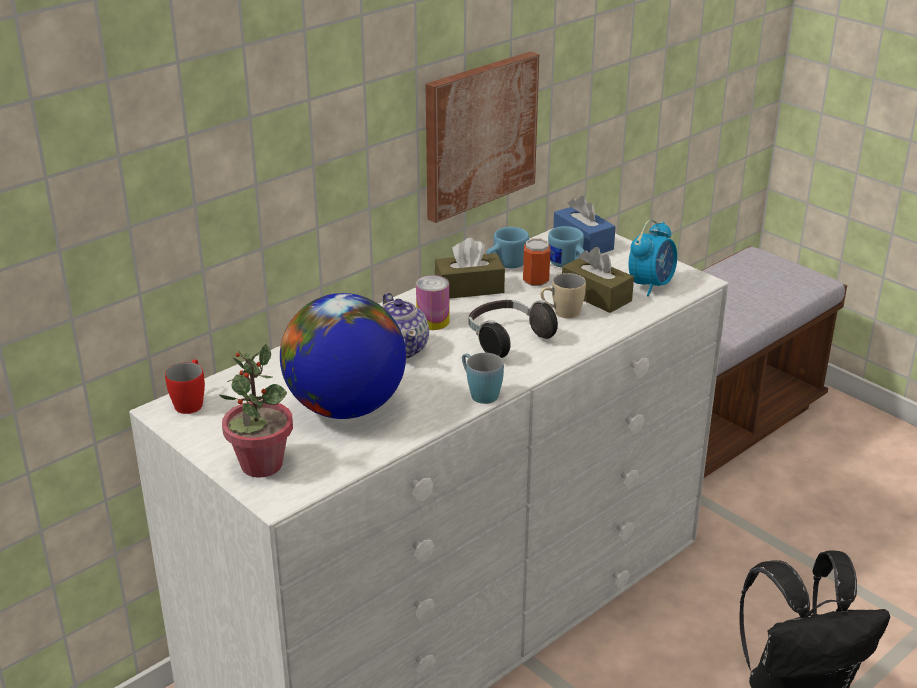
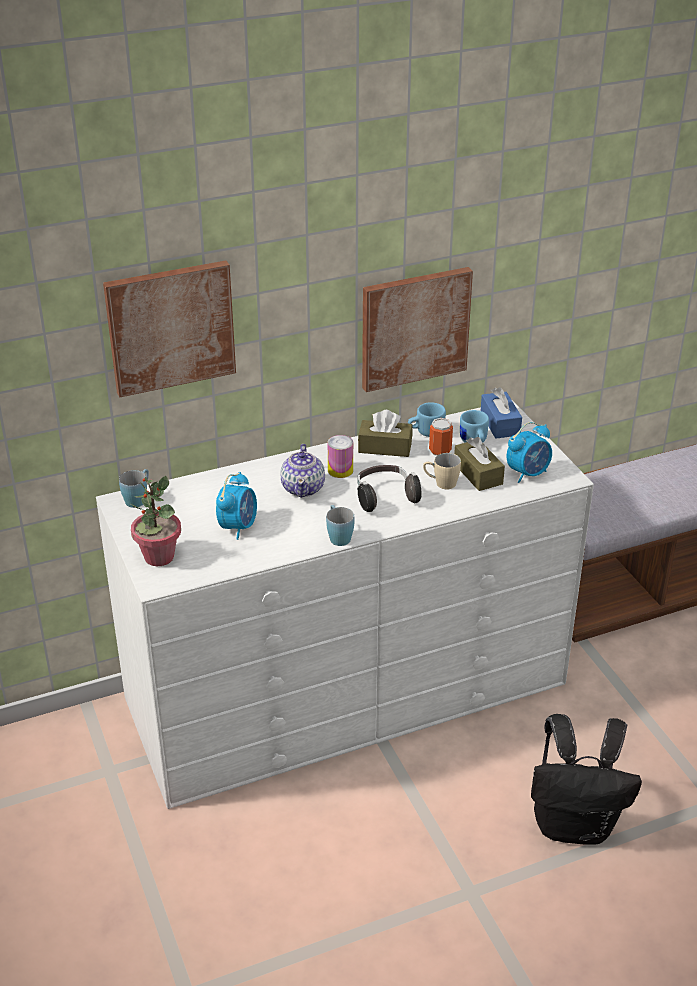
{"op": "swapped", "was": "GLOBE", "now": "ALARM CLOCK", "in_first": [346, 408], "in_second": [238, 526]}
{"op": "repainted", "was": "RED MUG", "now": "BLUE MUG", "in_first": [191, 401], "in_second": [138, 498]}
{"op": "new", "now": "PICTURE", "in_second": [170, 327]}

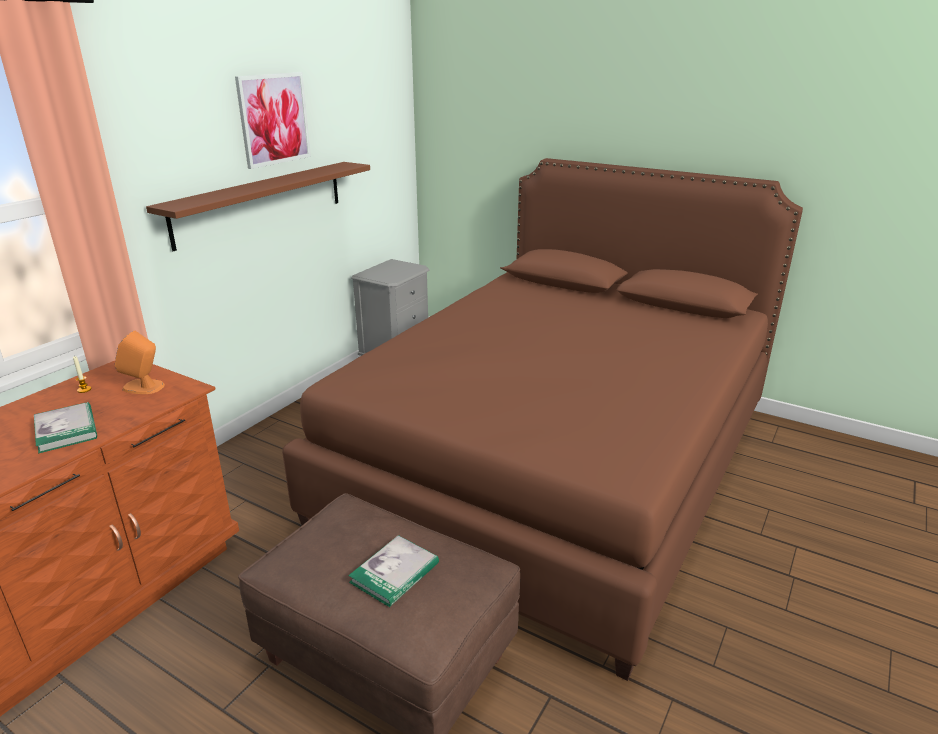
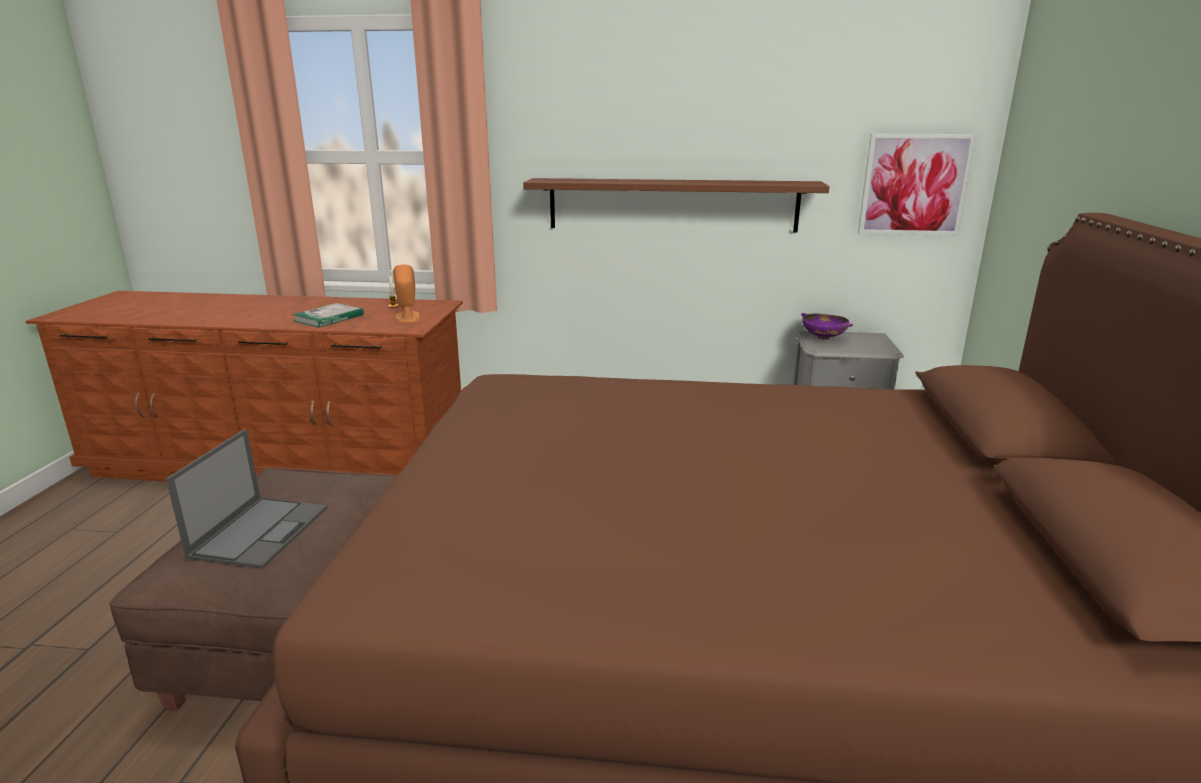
{"op": "shifted", "was": "PICTURE", "in_first": [274, 119], "in_second": [914, 185]}
{"op": "swapped", "was": "BOOK", "now": "LAPTOP", "in_first": [394, 573], "in_second": [260, 531]}
{"op": "new", "now": "PURPLE BOWL", "in_second": [823, 337]}

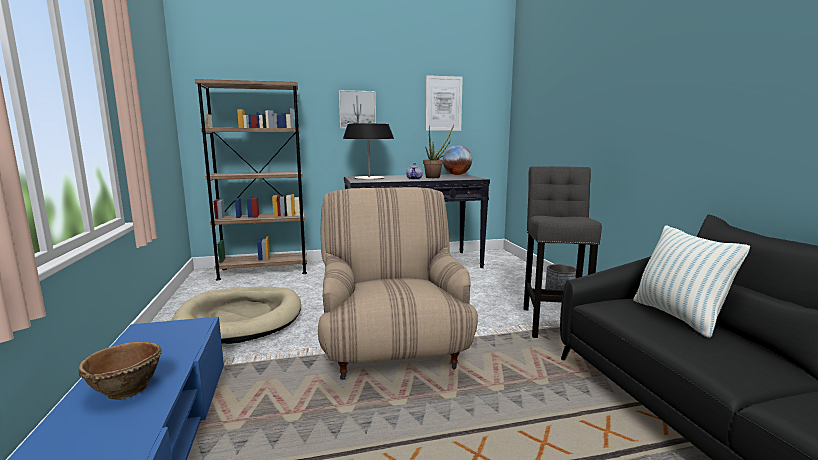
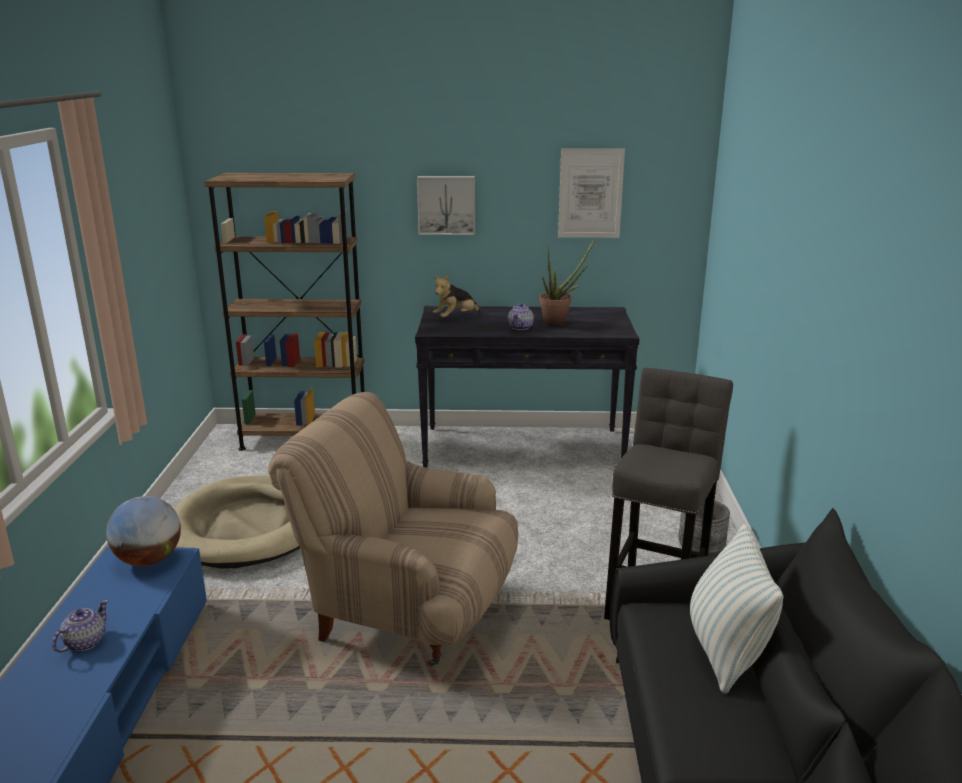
{"op": "swapped", "was": "TABLE LAMP", "now": "PLUSH TOY", "in_first": [369, 178], "in_second": [456, 318]}
{"op": "shifted", "was": "GLOBE", "in_first": [457, 174], "in_second": [149, 560]}
{"op": "rotated", "was": "BEIGE ARMCHAIR", "in_first": [392, 352], "in_second": [407, 611], "clockwise": -75}
{"op": "swapped", "was": "BROWN BOWL", "now": "TEAPOT", "in_first": [125, 391], "in_second": [84, 642]}

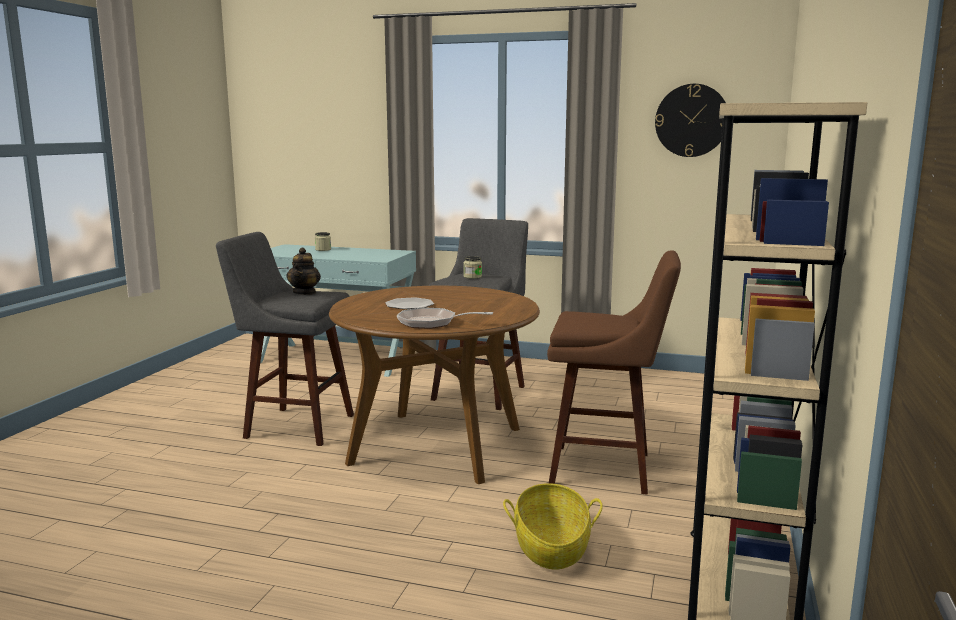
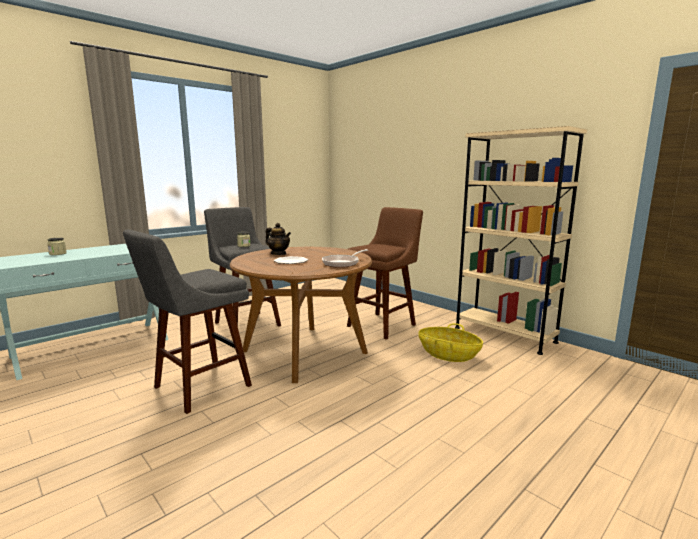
{"op": "gone", "was": "WALL CLOCK", "in_first": [691, 120]}
{"op": "shifted", "was": "TEAPOT", "in_first": [305, 292], "in_second": [278, 254]}

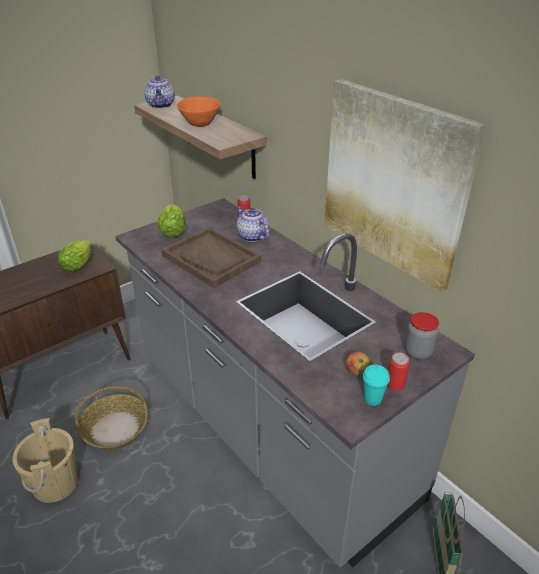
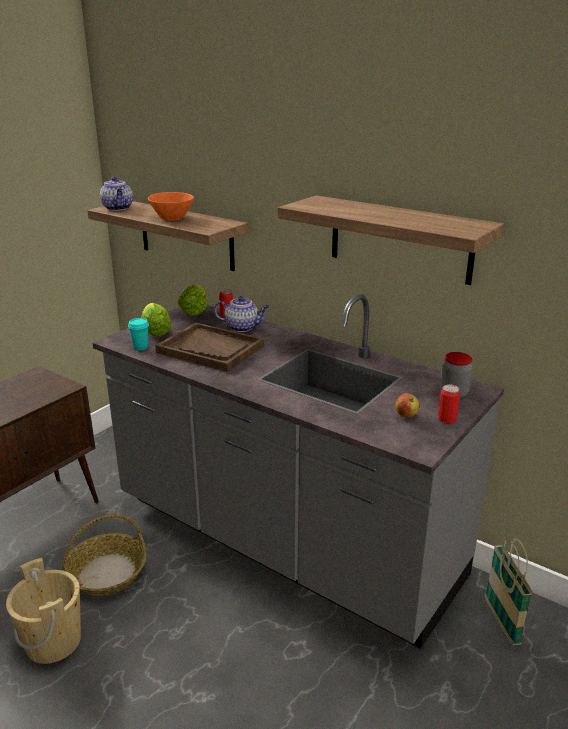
{"op": "swapped", "was": "PICTURE", "now": "SHELF", "in_first": [394, 183], "in_second": [400, 239]}
{"op": "rotated", "was": "TEAPOT", "in_first": [252, 236], "in_second": [242, 327], "clockwise": 150}
{"op": "shifted", "was": "LETTUCE", "in_first": [79, 264], "in_second": [195, 311]}
{"op": "shifted", "was": "TURQUOISE CUP", "in_first": [372, 399], "in_second": [140, 347]}

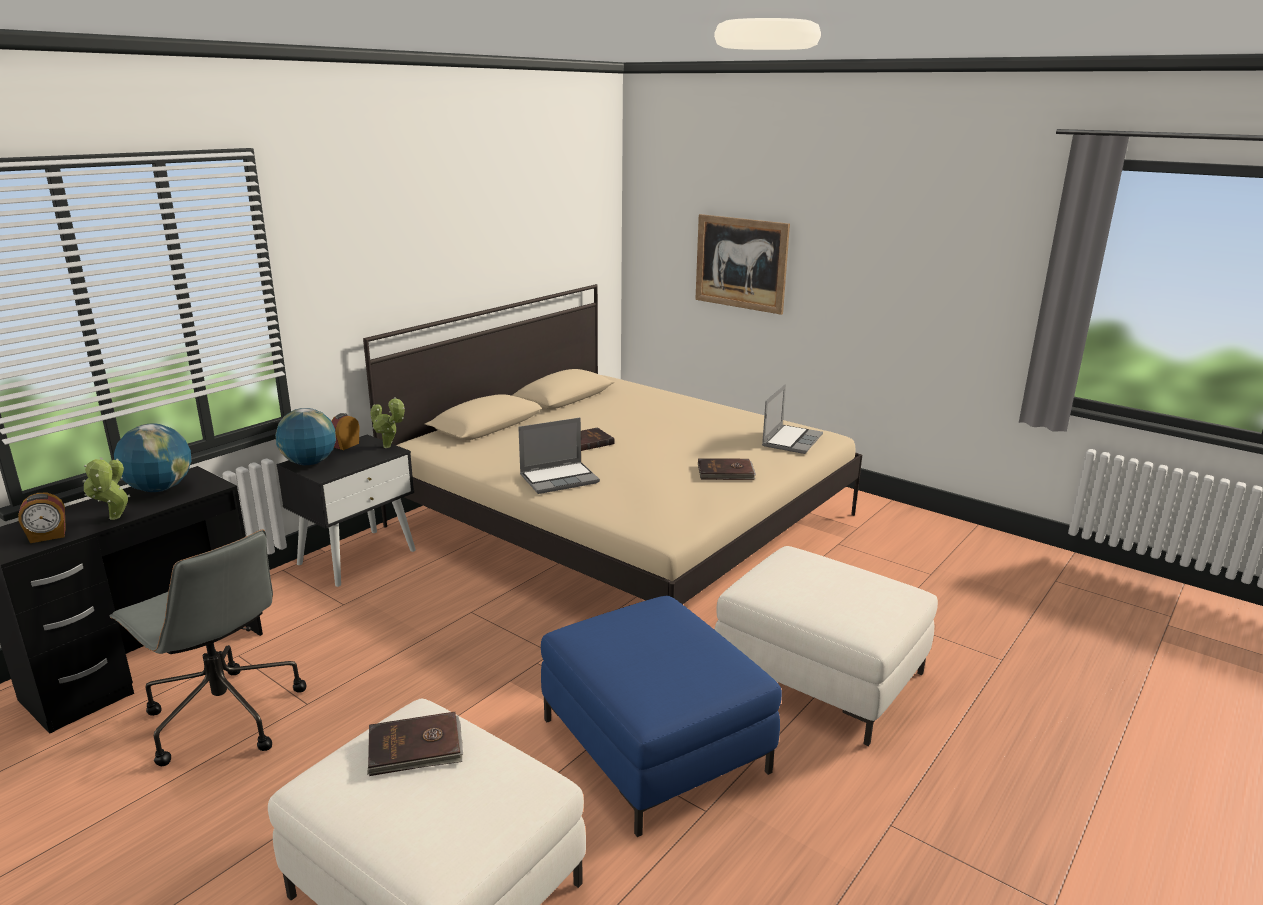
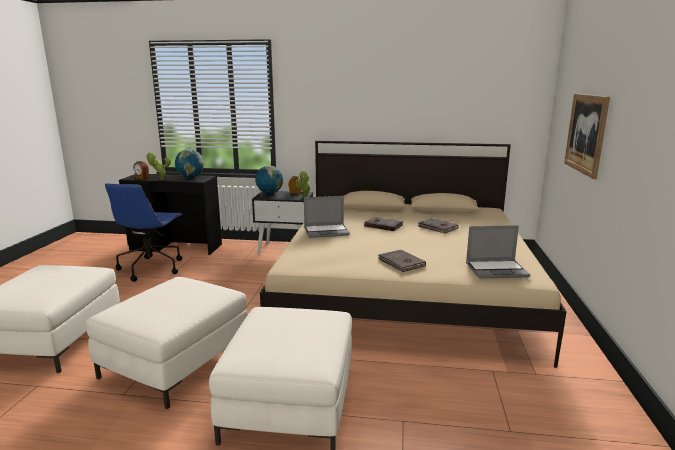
{"op": "rotated", "was": "LAPTOP", "in_first": [559, 479], "in_second": [327, 231], "clockwise": -45}
{"op": "repainted", "was": "GREY OFFICE CHAIR", "now": "BLUE OFFICE CHAIR", "in_first": [223, 716], "in_second": [151, 268]}
{"op": "repainted", "was": "BLUE OTTOMAN", "now": "WHITE OTTOMAN", "in_first": [653, 744], "in_second": [176, 362]}
{"op": "shifted", "was": "BROWN BOOK", "in_first": [415, 748], "in_second": [438, 227]}

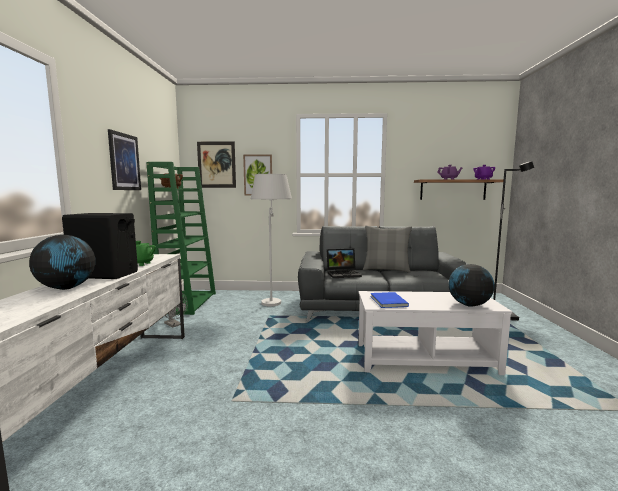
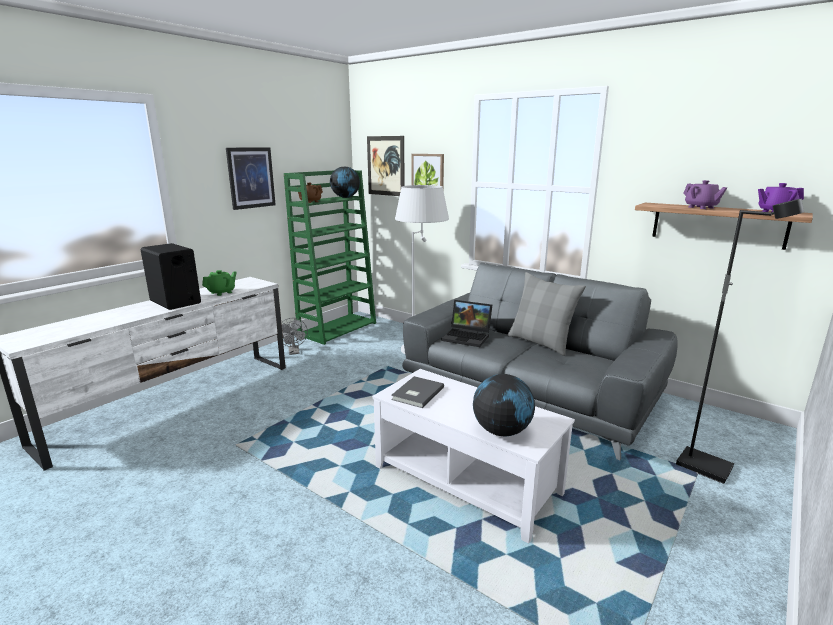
{"op": "shifted", "was": "GLOBE", "in_first": [67, 288], "in_second": [345, 197]}
{"op": "repainted", "was": "BLUE BOOK", "now": "GREY BOOK", "in_first": [387, 301], "in_second": [416, 393]}

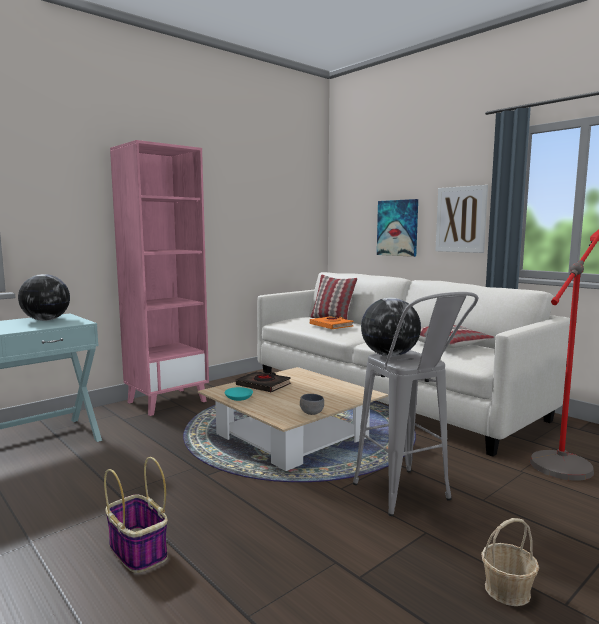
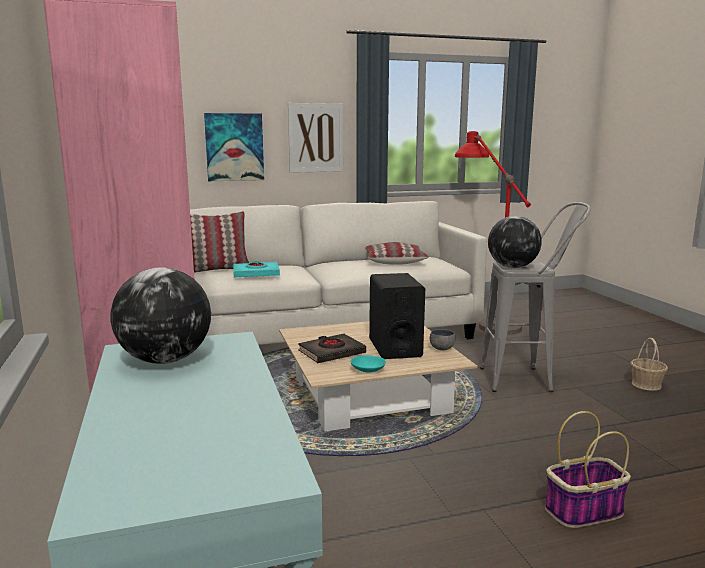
{"op": "repainted", "was": "ORANGE BOOK", "now": "TURQUOISE BOOK", "in_first": [331, 326], "in_second": [256, 273]}
{"op": "new", "now": "BLACK SPEAKER", "in_second": [395, 348]}

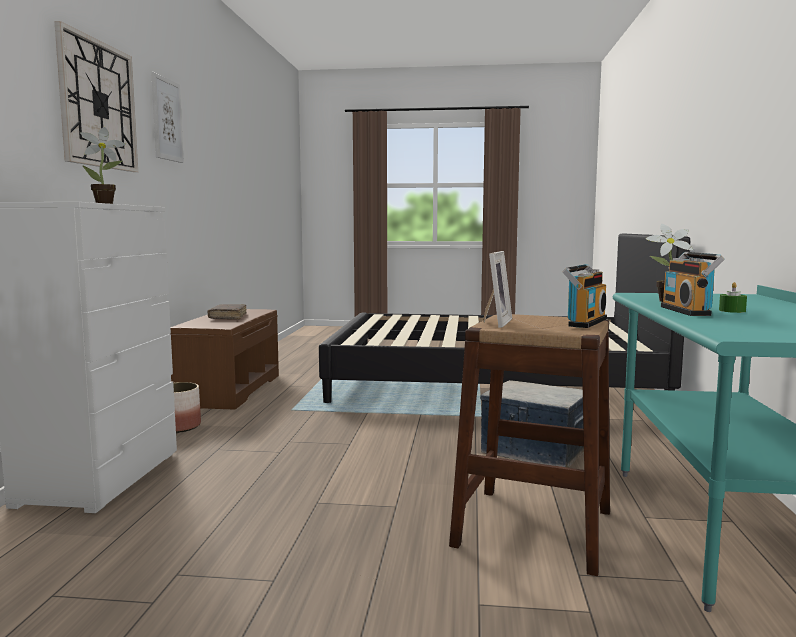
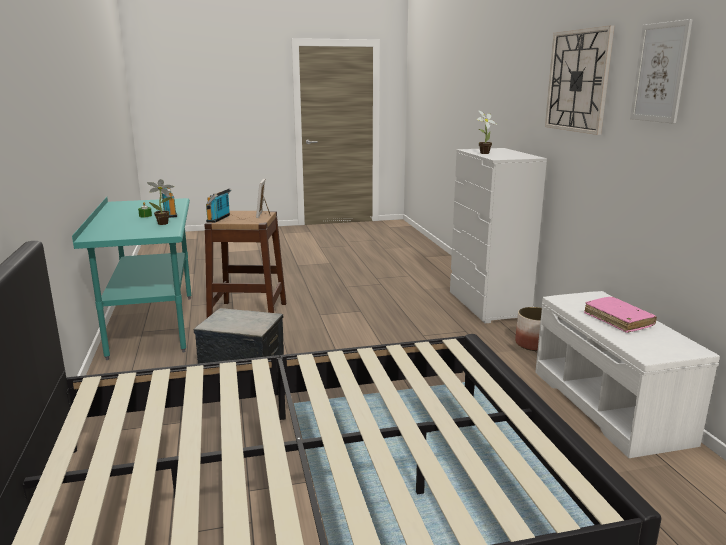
{"op": "repainted", "was": "BROWN BOOK", "now": "PINK BOOK", "in_first": [228, 317], "in_second": [618, 320]}
{"op": "repainted", "was": "BROWN BENCH", "now": "WHITE BENCH", "in_first": [229, 389], "in_second": [611, 406]}

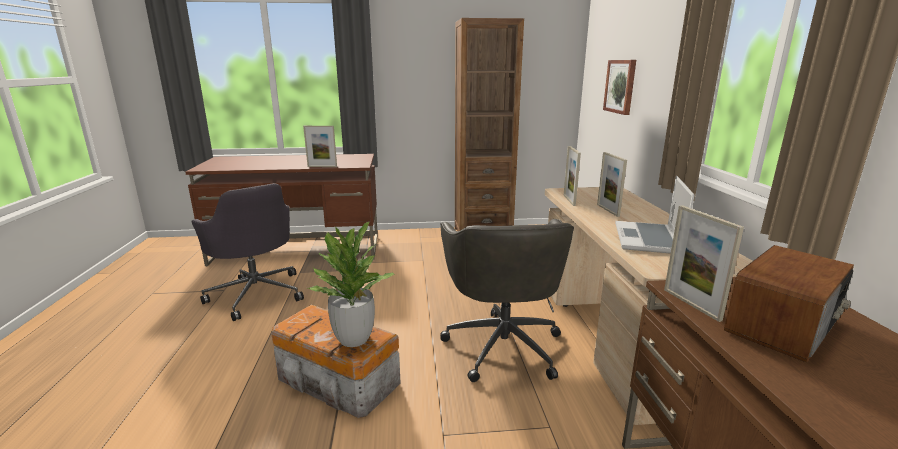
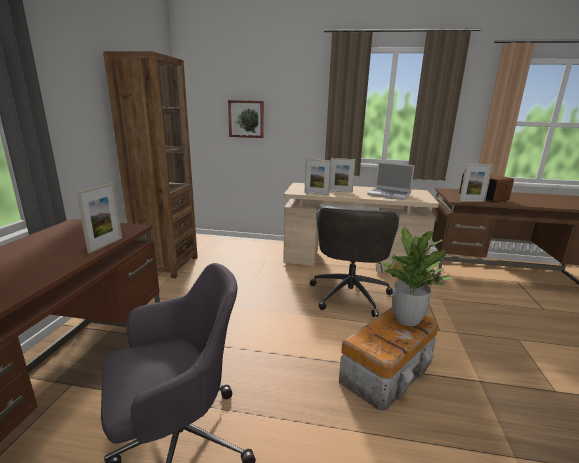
{"op": "rotated", "was": "GREY OFFICE CHAIR", "in_first": [503, 344], "in_second": [350, 293], "clockwise": 90}

